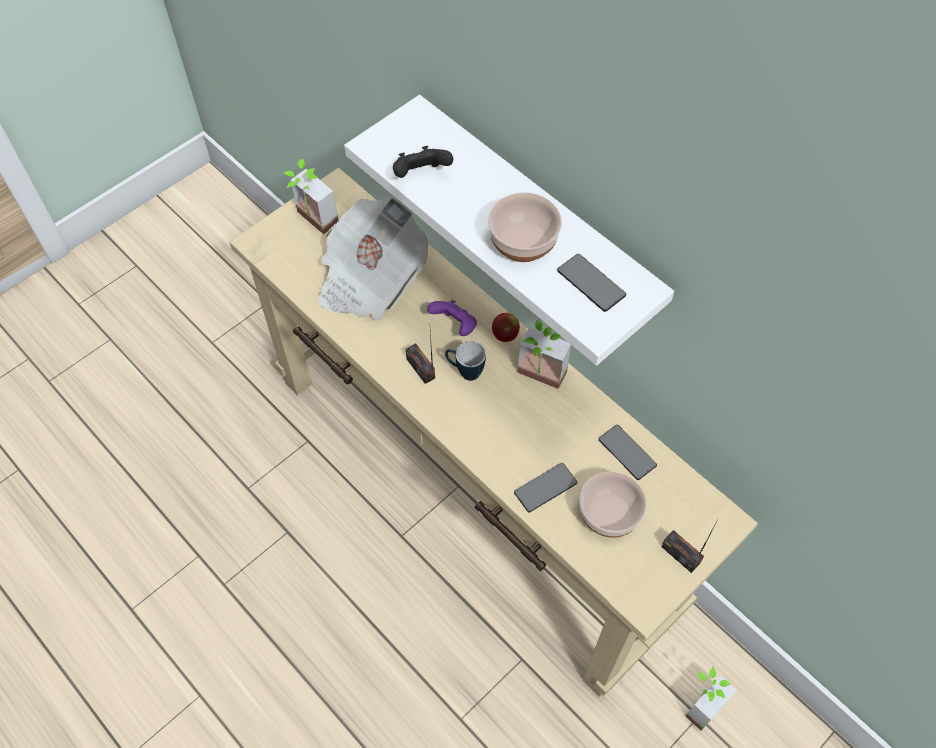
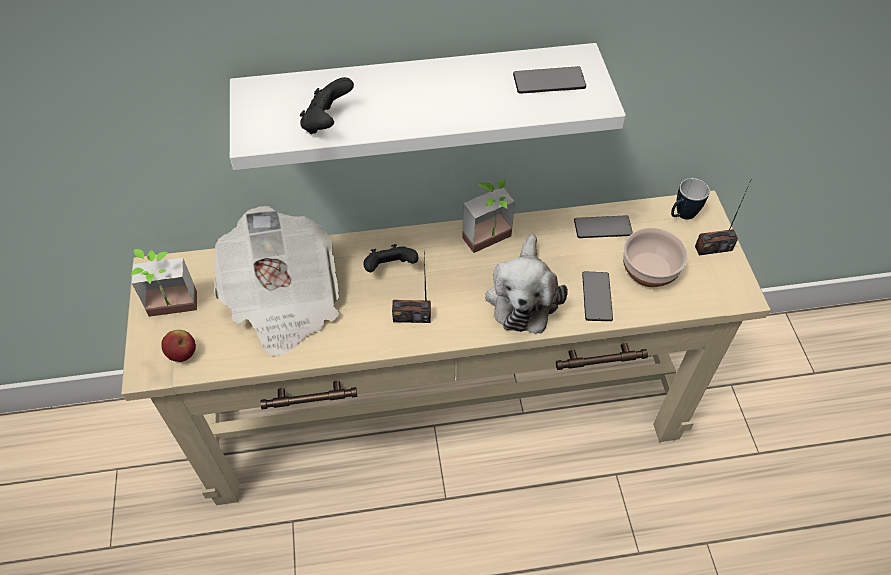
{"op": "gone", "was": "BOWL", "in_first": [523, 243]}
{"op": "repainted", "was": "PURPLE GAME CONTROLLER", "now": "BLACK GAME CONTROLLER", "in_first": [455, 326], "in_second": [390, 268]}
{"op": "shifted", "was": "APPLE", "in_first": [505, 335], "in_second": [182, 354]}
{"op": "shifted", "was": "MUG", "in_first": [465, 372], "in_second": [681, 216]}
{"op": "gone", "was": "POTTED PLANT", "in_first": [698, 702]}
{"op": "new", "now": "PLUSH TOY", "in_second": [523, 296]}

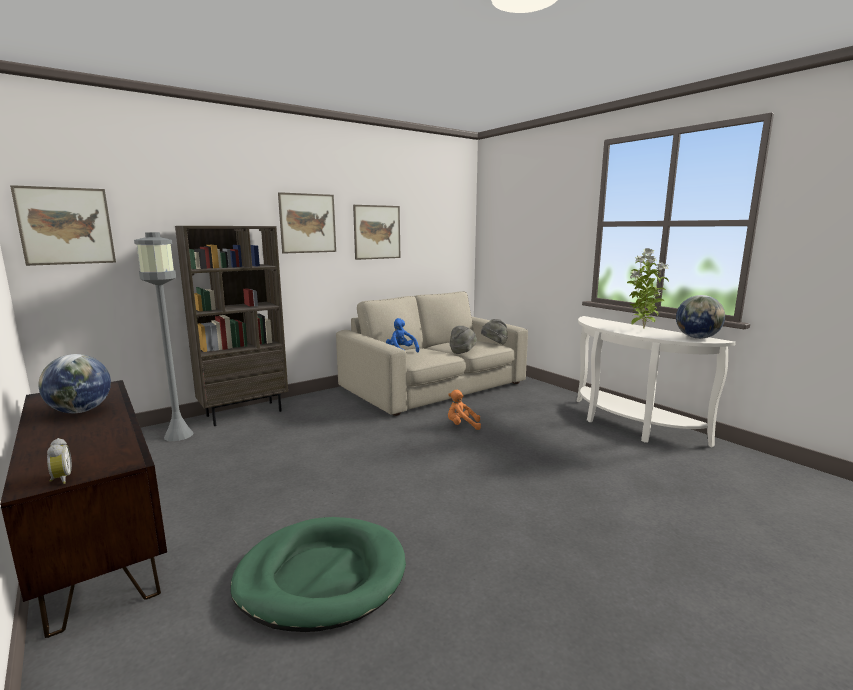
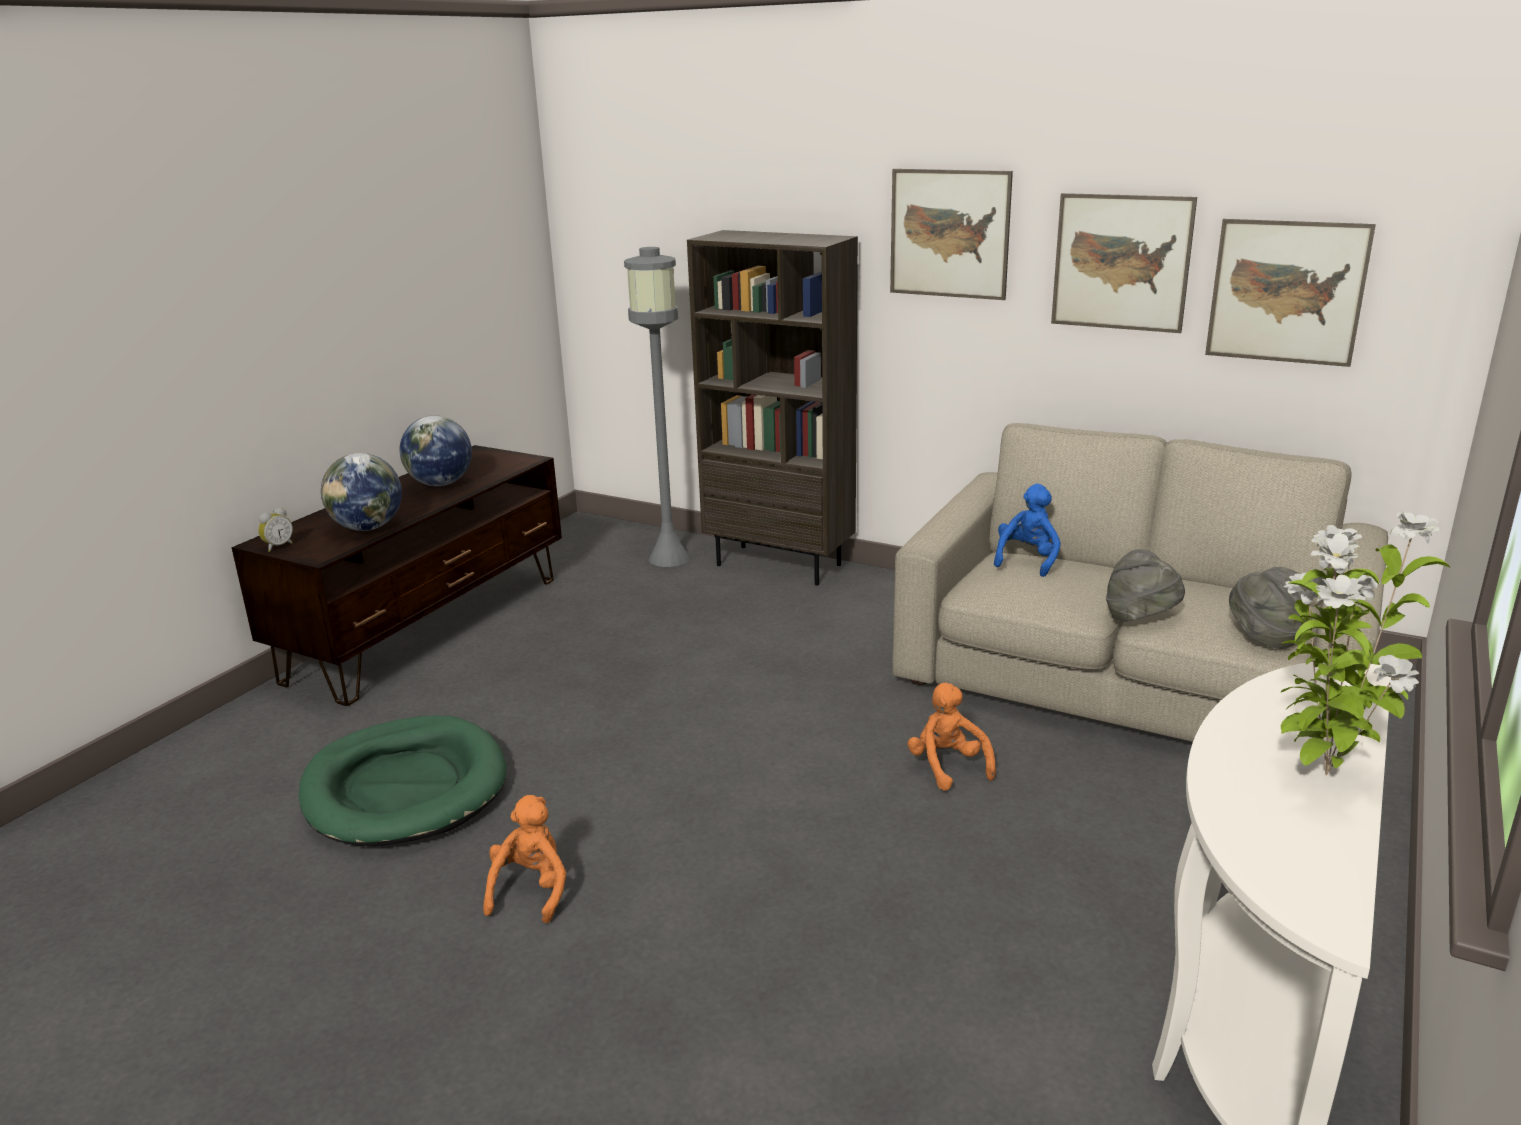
{"op": "shifted", "was": "PICTURE", "in_first": [66, 226], "in_second": [1286, 292]}
{"op": "shifted", "was": "GLOBE", "in_first": [697, 338], "in_second": [368, 528]}
{"op": "new", "now": "ORANGE PLUSH TOY", "in_second": [531, 890]}

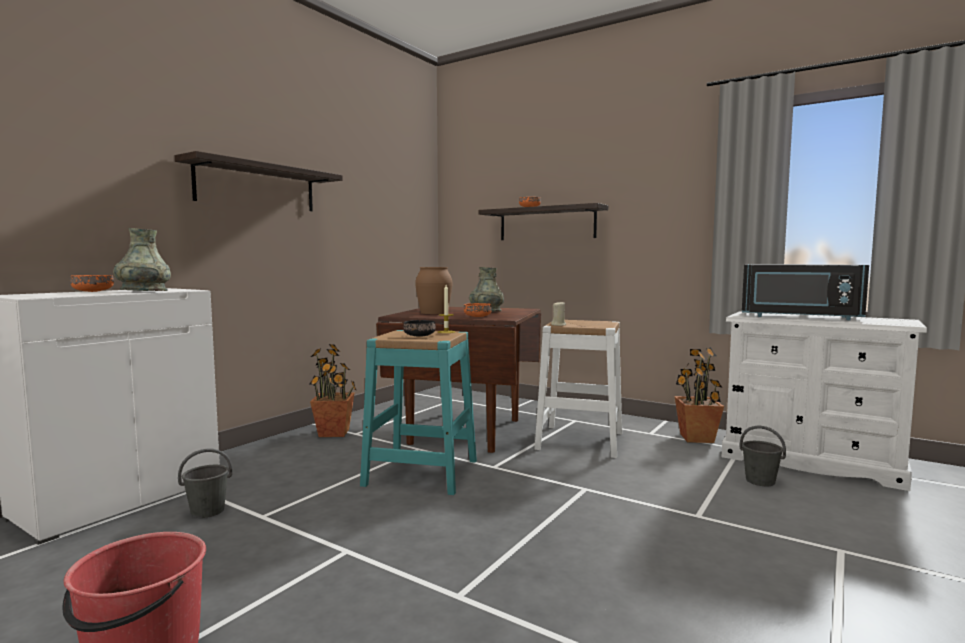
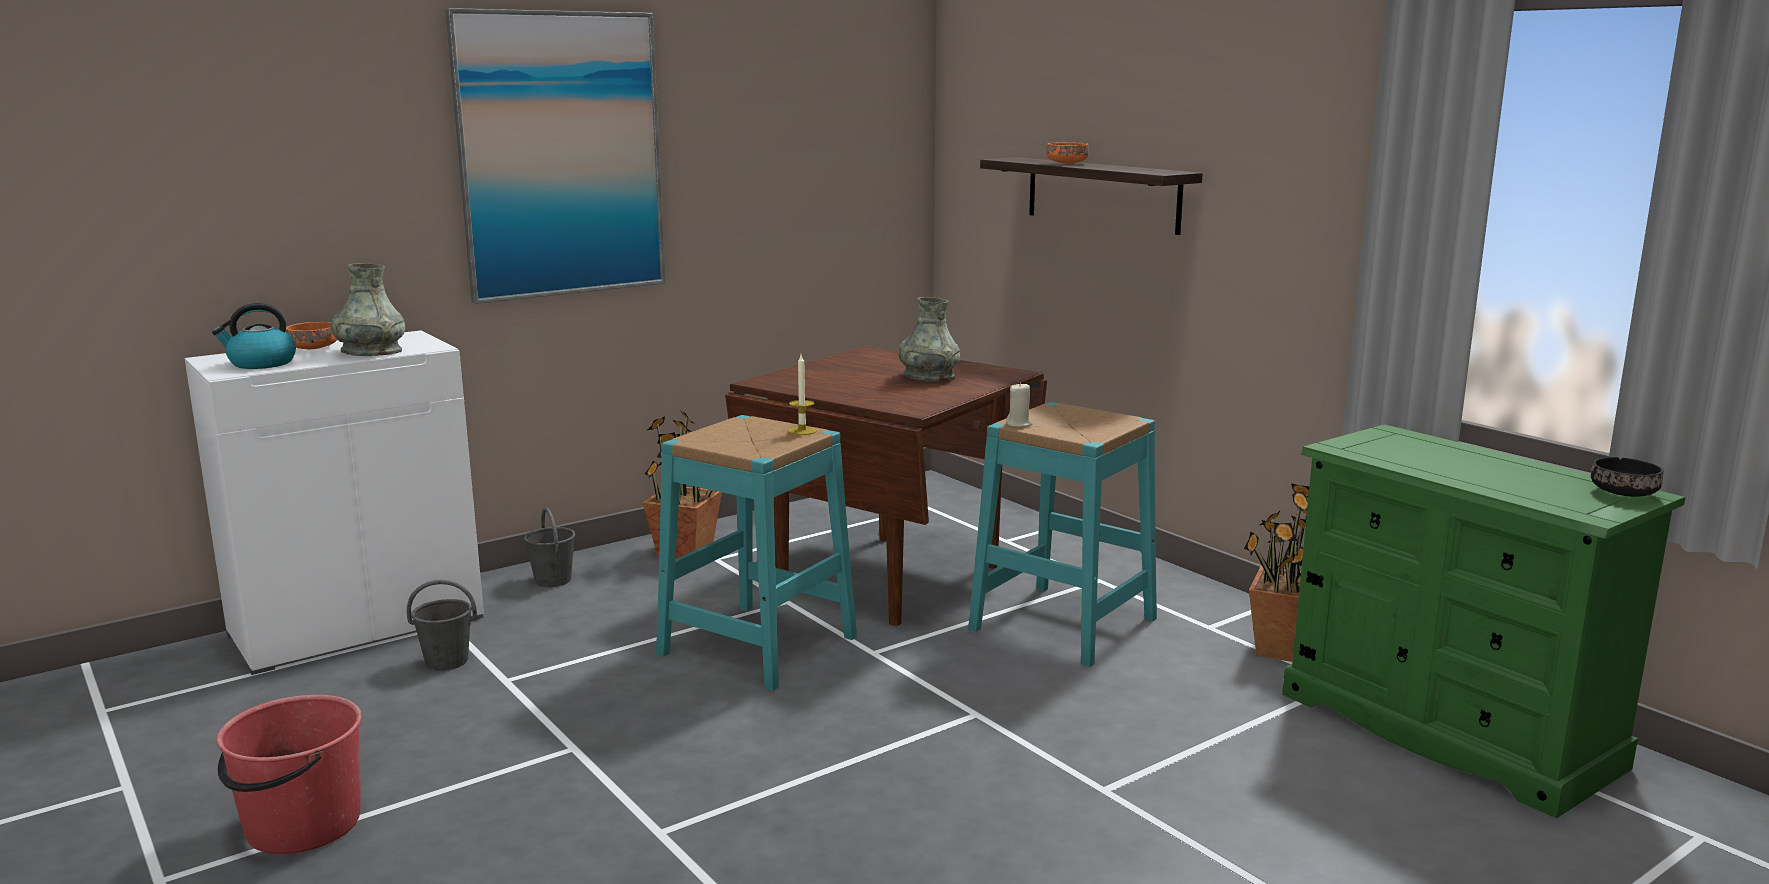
{"op": "swapped", "was": "SHELF", "now": "PICTURE", "in_first": [257, 187], "in_second": [561, 155]}
{"op": "gone", "was": "BLACK MICROWAVE", "in_first": [799, 317]}
{"op": "gone", "was": "BROWN VASE", "in_first": [434, 312]}
{"op": "gone", "was": "ORANGE BOWL", "in_first": [477, 317]}
{"op": "repainted", "was": "WHITE DRESSER", "now": "GREEN DRESSER", "in_first": [811, 461], "in_second": [1447, 730]}
{"op": "shifted", "was": "BLACK BOWL", "in_first": [419, 336], "in_second": [1623, 493]}
{"op": "repainted", "was": "WHITE STOOL", "now": "TURQUOISE STOOL", "in_first": [580, 441], "in_second": [1063, 624]}
{"op": "shifted", "was": "GREY BUCKET", "in_first": [760, 481], "in_second": [553, 580]}
{"op": "new", "now": "KETTLE", "in_second": [261, 363]}

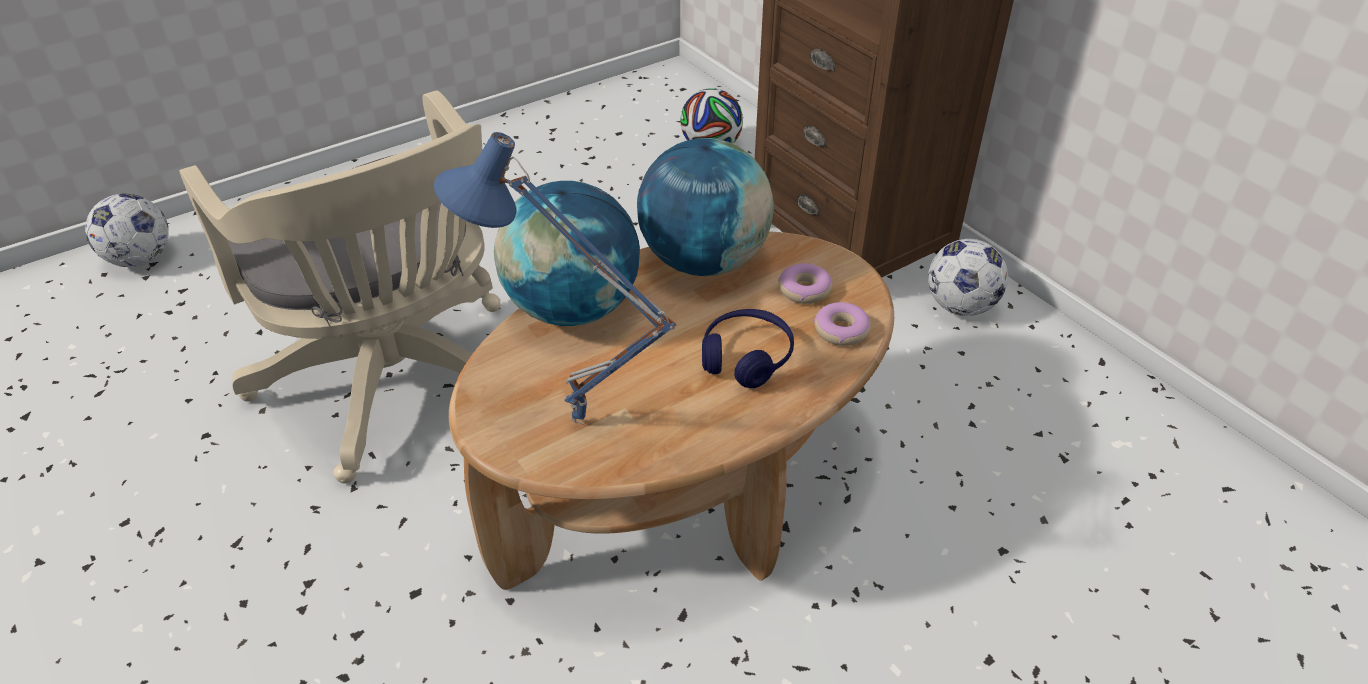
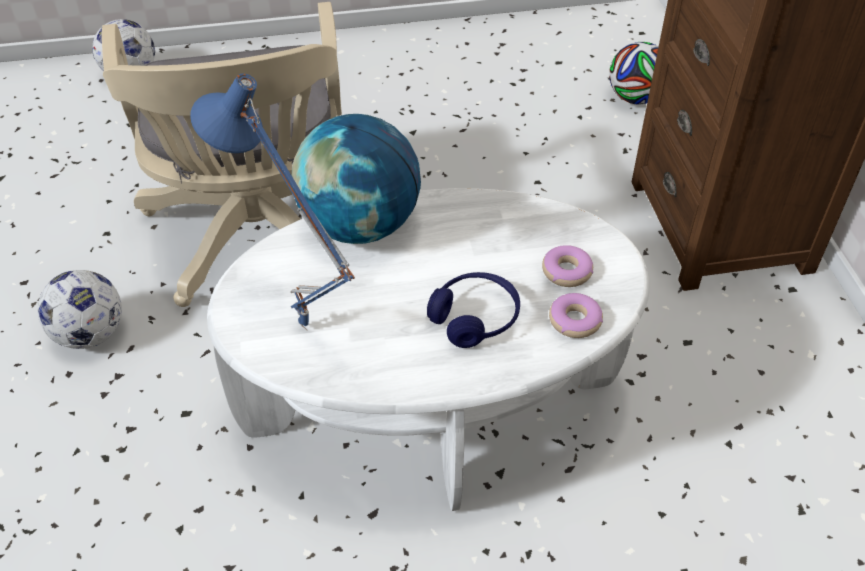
{"op": "gone", "was": "GLOBE", "in_first": [704, 262]}
{"op": "repainted", "was": "BROWN COFFEE TABLE", "now": "WHITE COFFEE TABLE", "in_first": [683, 491], "in_second": [432, 408]}
{"op": "shifted", "was": "FOOTBALL", "in_first": [960, 307], "in_second": [90, 335]}

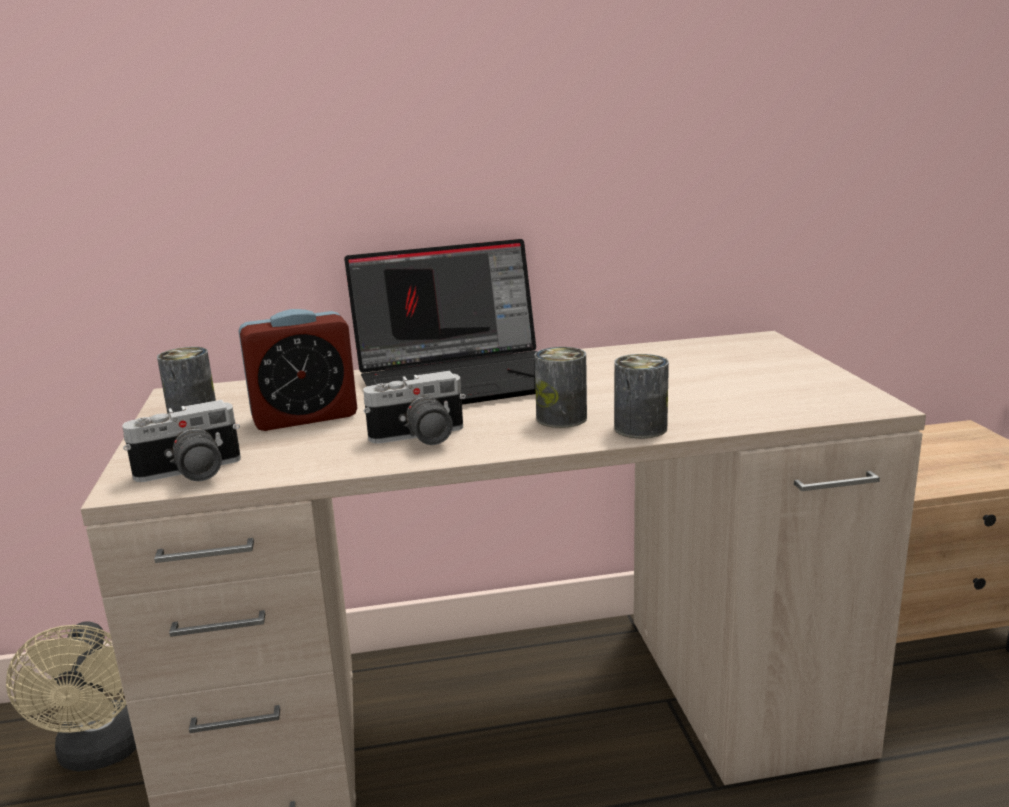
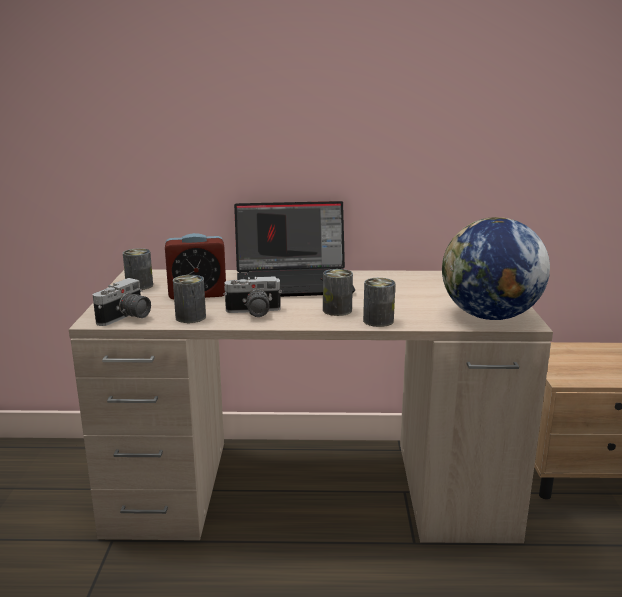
{"op": "rotated", "was": "PHOTO CAMERA", "in_first": [190, 474], "in_second": [127, 318], "clockwise": -45}
{"op": "gone", "was": "BEIGE FAN", "in_first": [101, 754]}
{"op": "new", "now": "GLOBE", "in_second": [489, 316]}
{"op": "new", "now": "CAN", "in_second": [190, 317]}

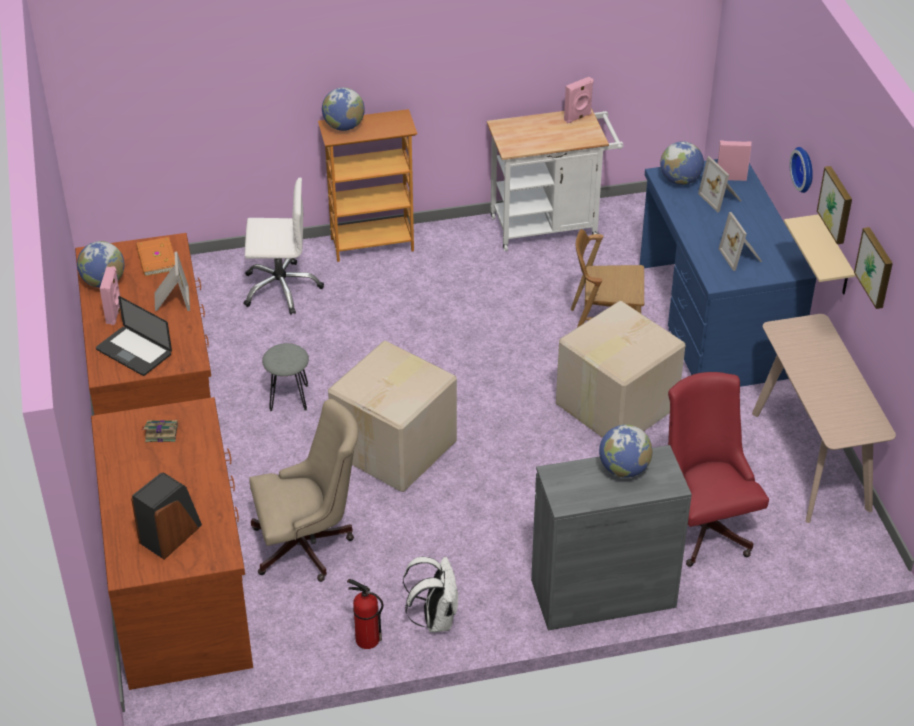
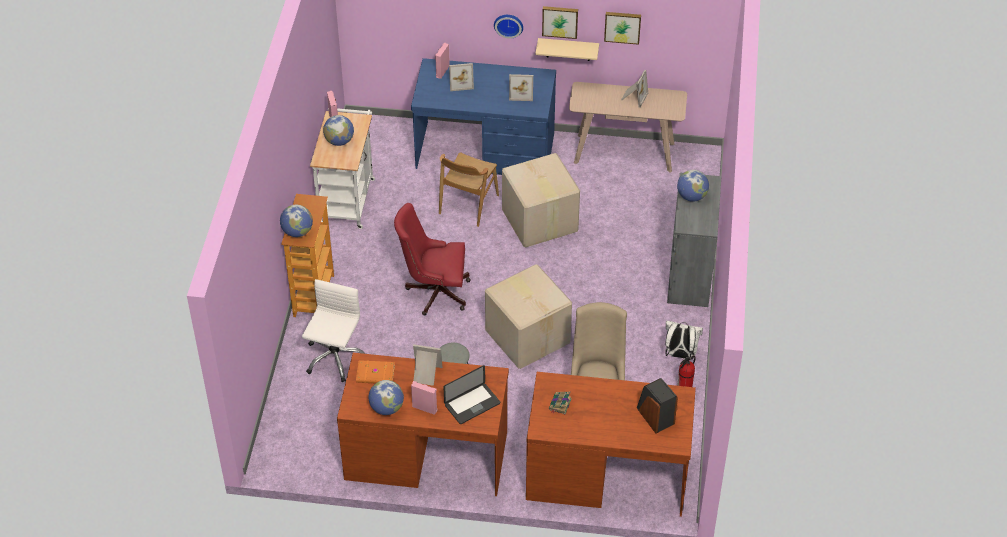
{"op": "shifted", "was": "GLOBE", "in_first": [680, 180], "in_second": [339, 141]}
{"op": "shifted", "was": "RED OFFICE CHAIR", "in_first": [703, 524], "in_second": [434, 291]}
{"op": "new", "now": "PICTURE FRAME", "in_second": [633, 97]}

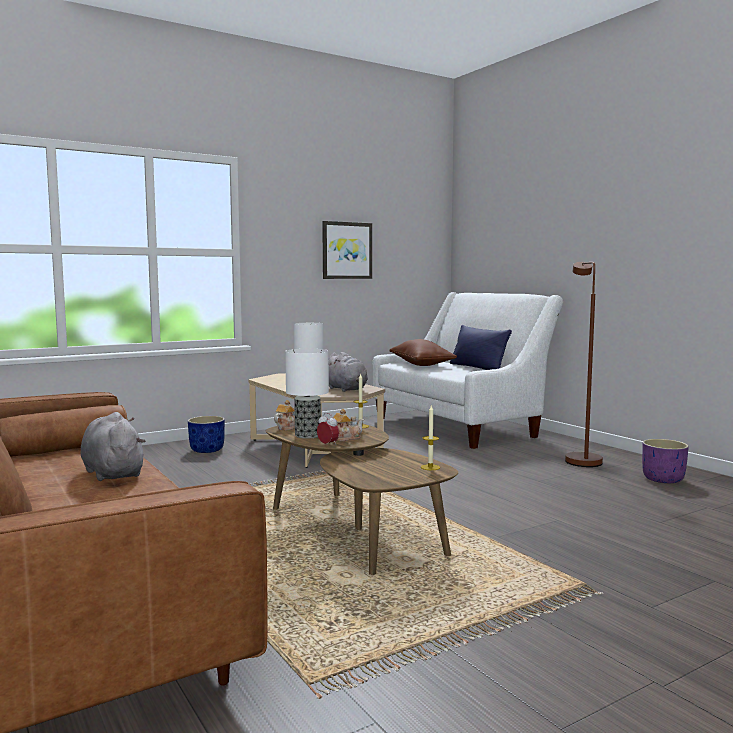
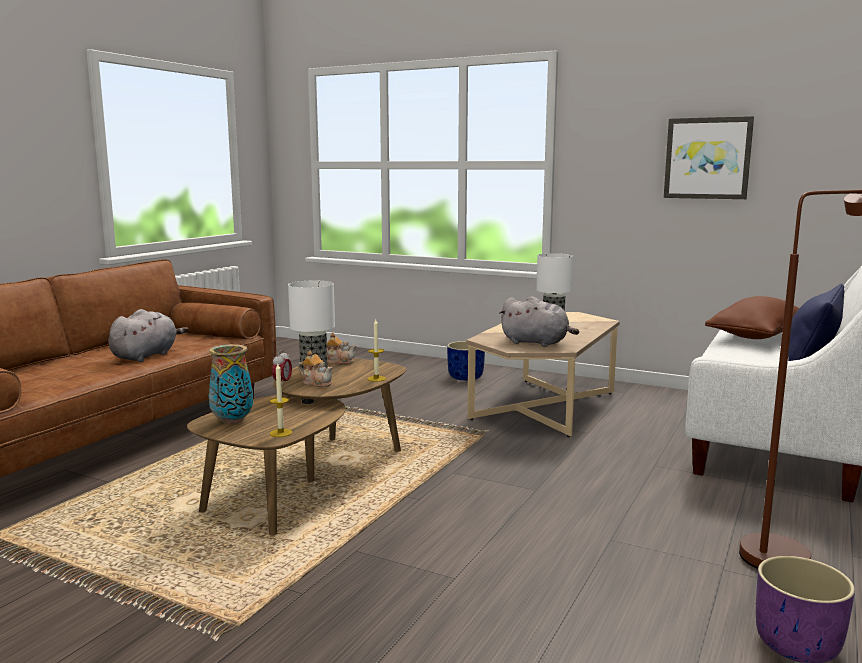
{"op": "rotated", "was": "GREY PLUSH TOY", "in_first": [347, 389], "in_second": [537, 343], "clockwise": -90}
{"op": "new", "now": "VASE", "in_second": [232, 421]}

